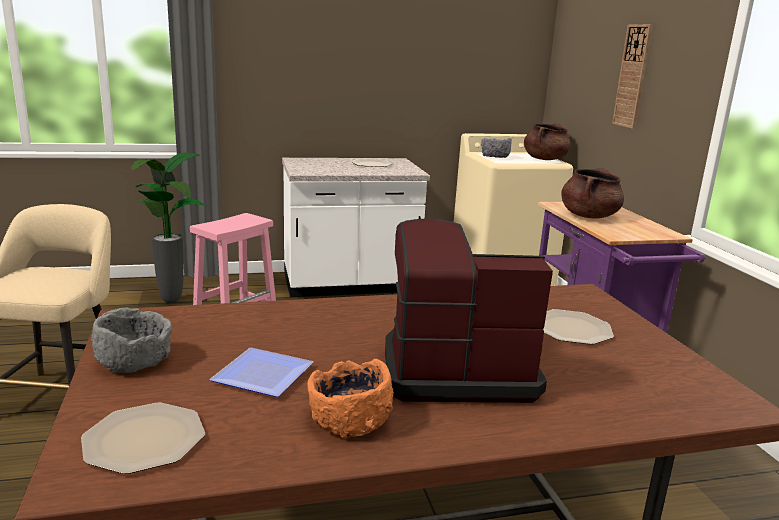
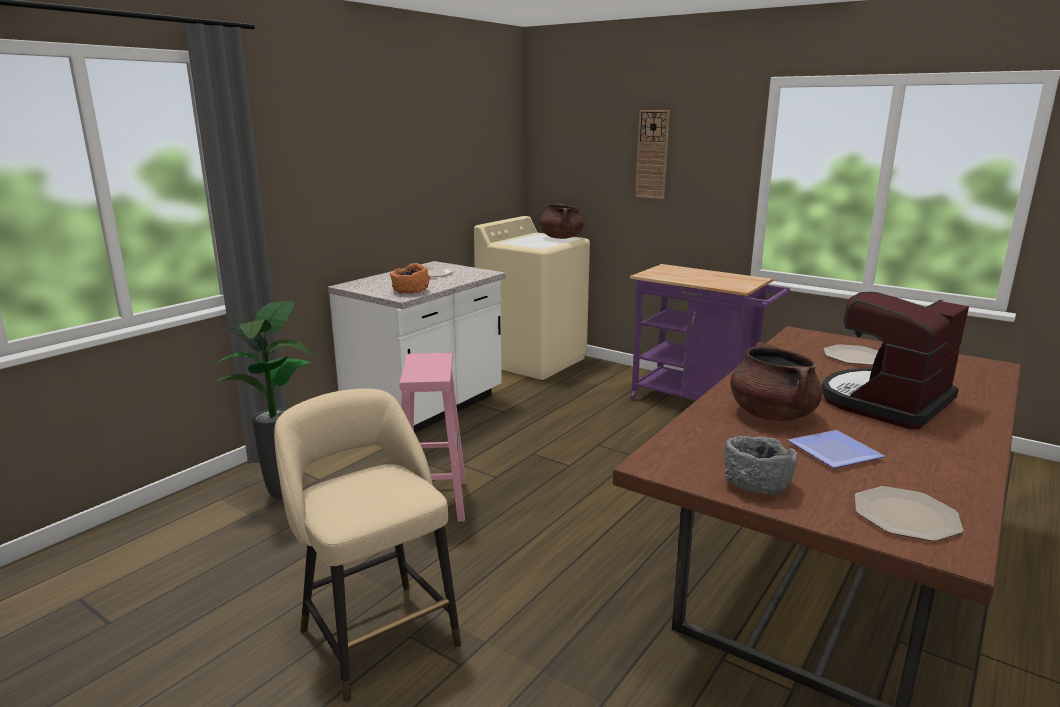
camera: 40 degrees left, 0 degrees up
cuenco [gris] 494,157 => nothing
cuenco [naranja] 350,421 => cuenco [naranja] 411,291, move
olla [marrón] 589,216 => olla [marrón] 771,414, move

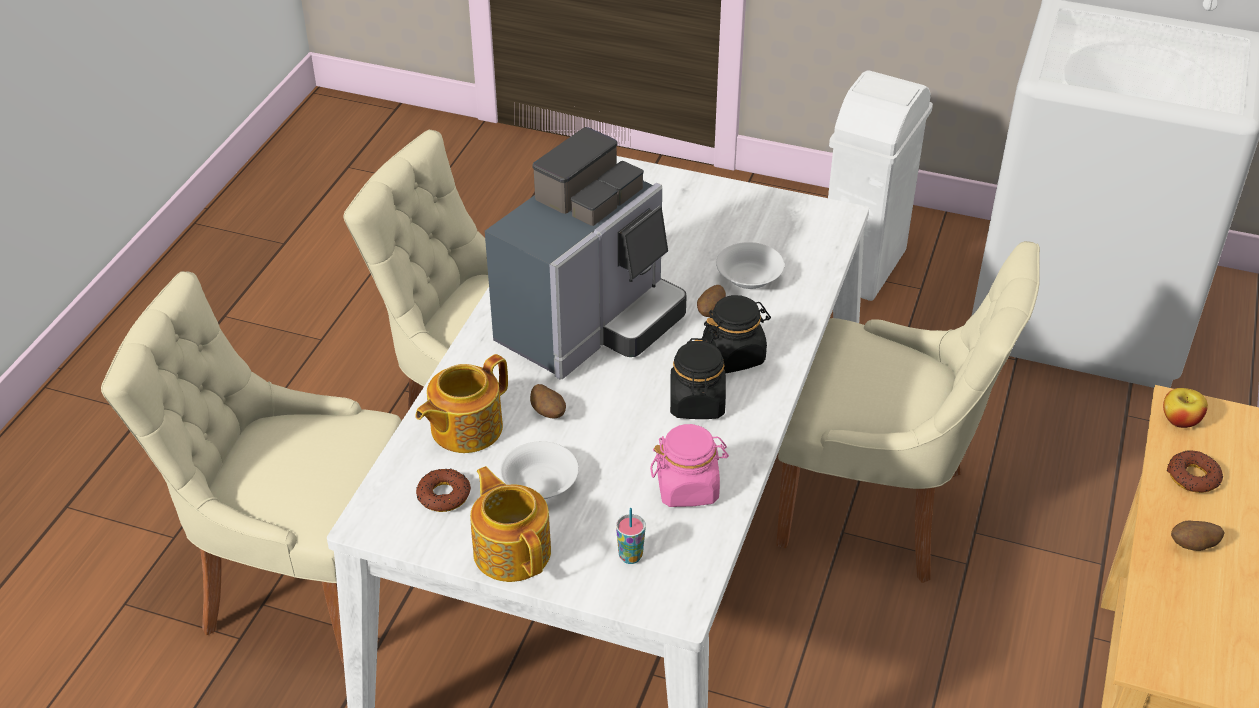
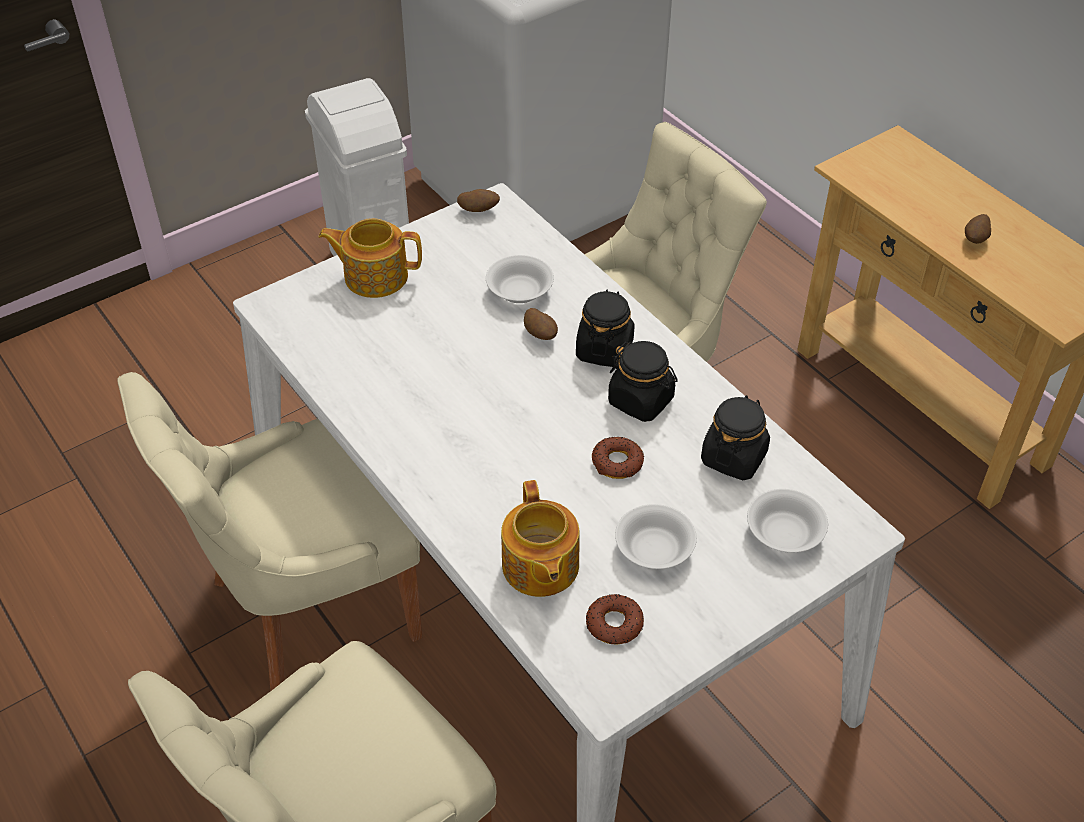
camera: 55 degrees left, 5 degrees up
cafetera 591,324 => nothing
manzana 1180,420 => nothing
tetera 512,550 => tetera 374,276, move
patata 548,413 => patata 479,210, move
rosquilla 1193,477 => rosquilla 617,463, move
taza 630,556 => cuenco [blanco] 783,532
tarro [rosa] 688,488 => tarro [negro] 733,457

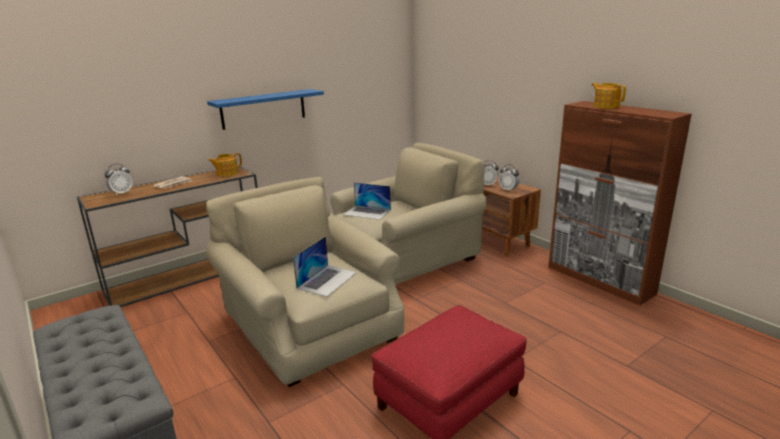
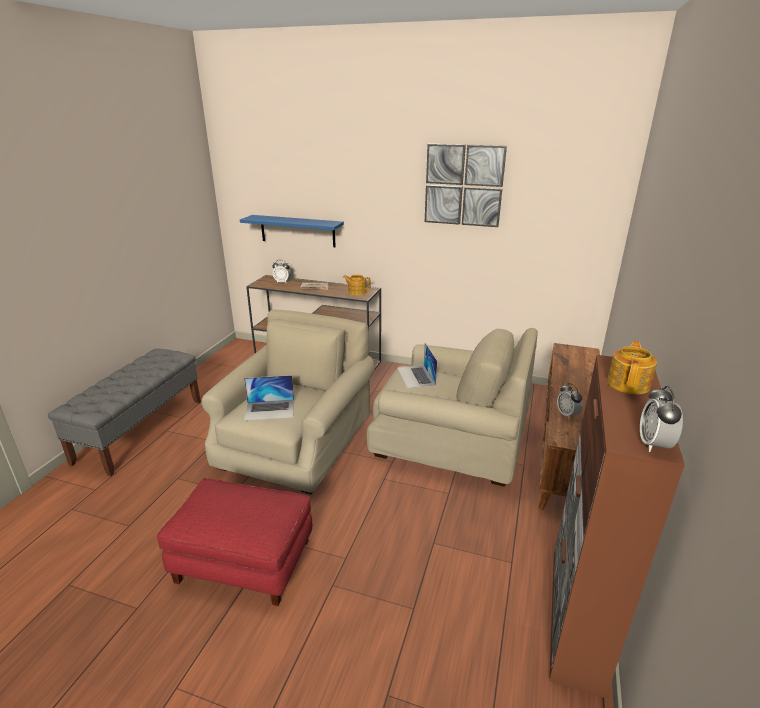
camera: 55 degrees right, 5 degrees up
nothing => cuadro 463,185
estante [azul] 263,109 => estante [azul] 297,231, move
despertador 508,190 => despertador 654,444, move

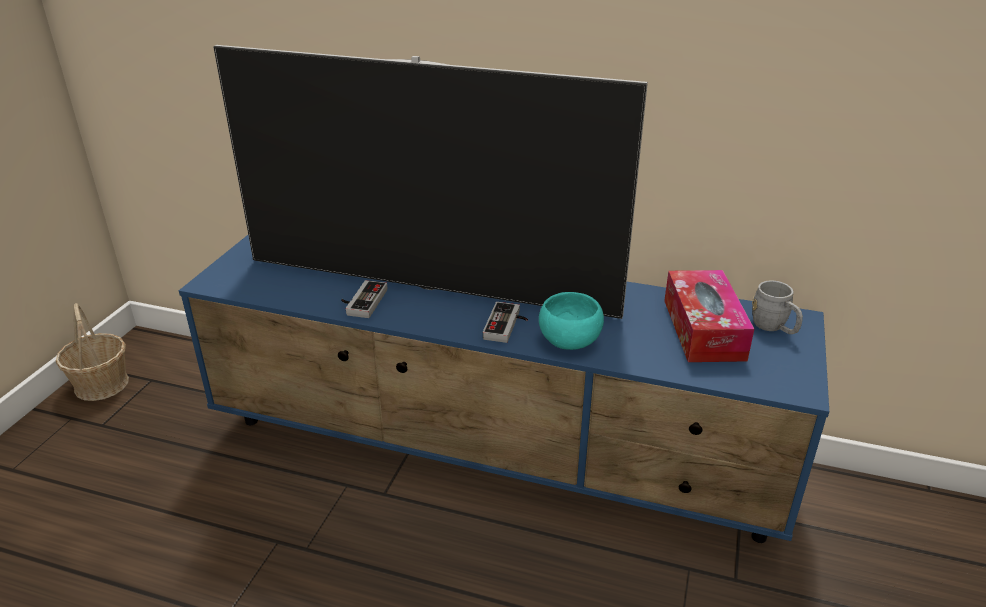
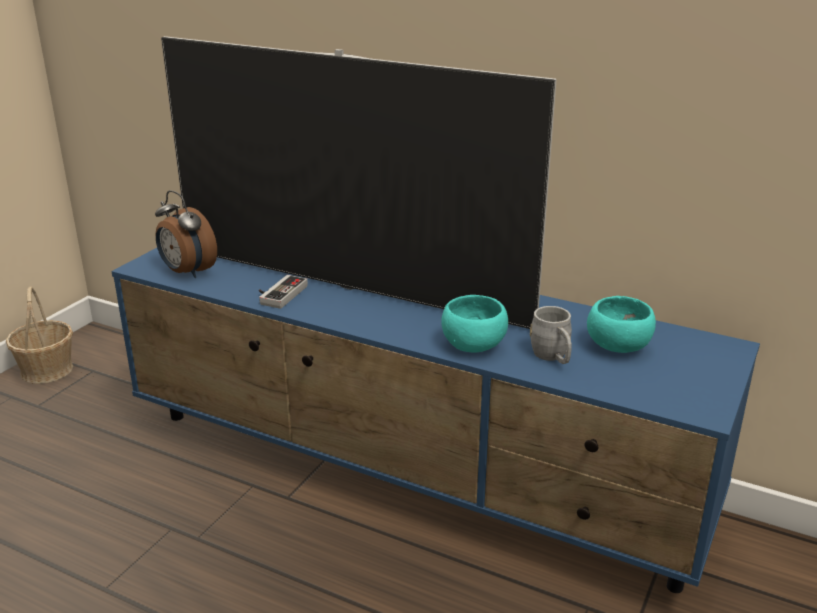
camera: 10 degrees right, 5 degrees down
mando de consola 507,326 => nothing
nothing => despertador 187,272
taza grande [gris] 774,328 => taza grande [gris] 553,357, move
caja de pañuelos 703,329 => cuenco [turquesa] 619,347

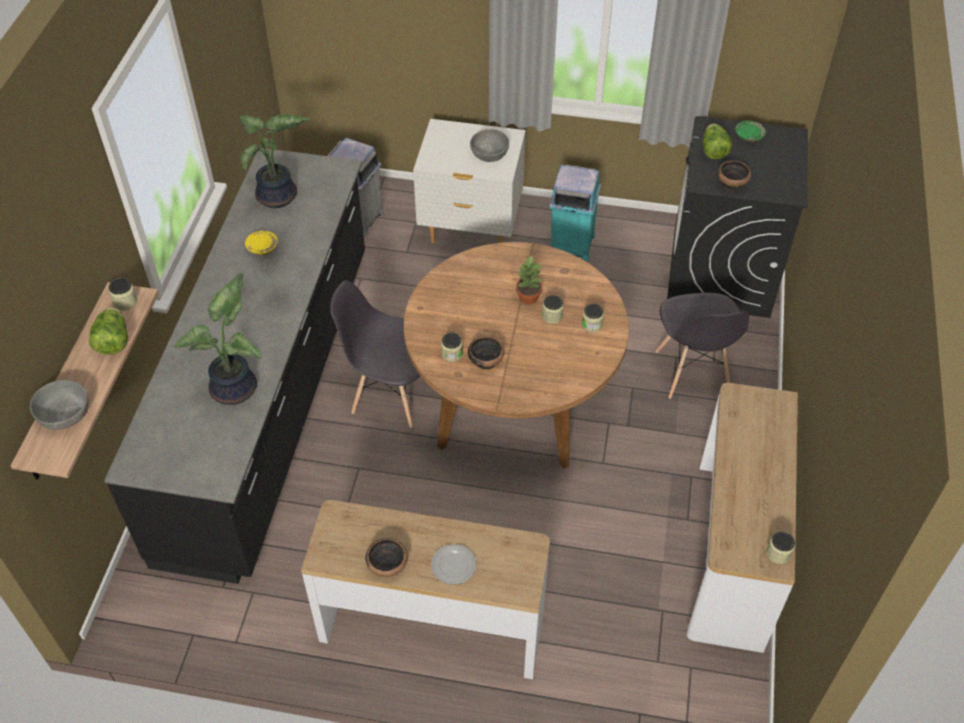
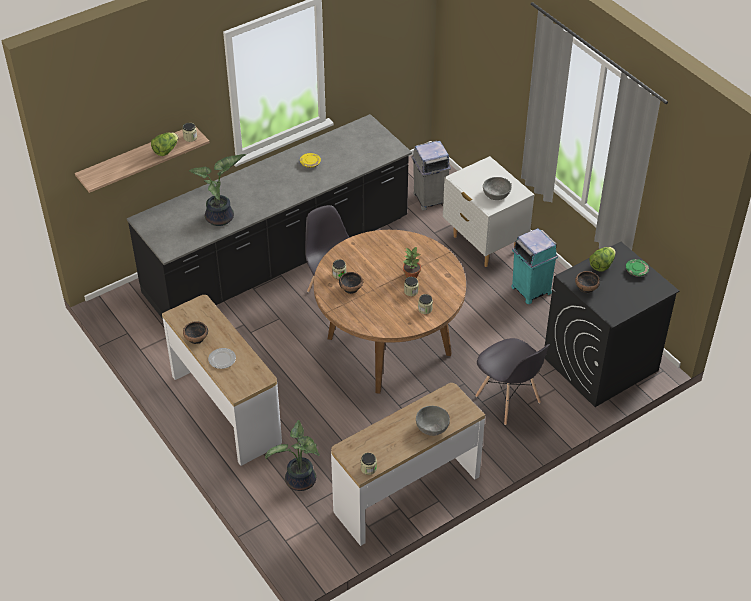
camera: 45 degrees right, 5 degrees down
cuenco [gris] 64,414 => cuenco [gris] 432,426, move
planta en maceta 278,198 => planta en maceta 300,482, move
silla [gris] 692,372 => silla [gris] 508,400, 75 degrees counterclockwise

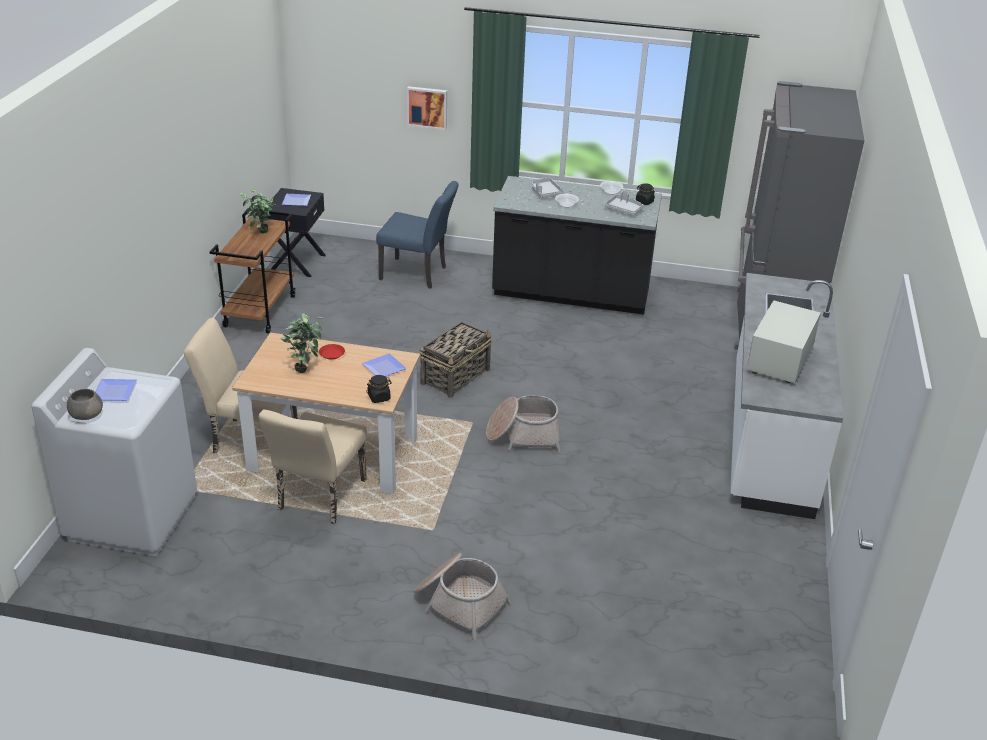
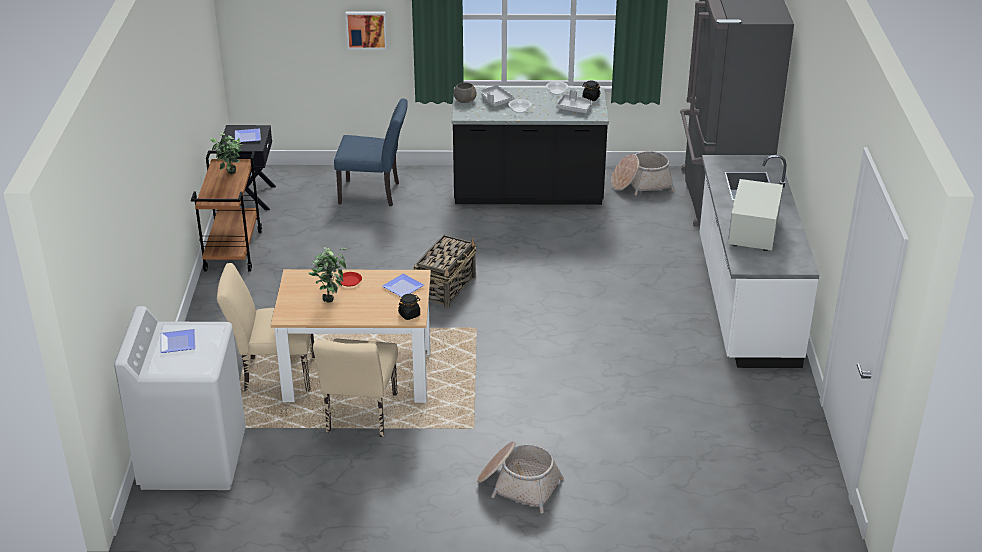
camera: 10 degrees left, 0 degrees up
cuenco [gris] 86,415 => cuenco [gris] 464,100, move
cesta 523,435 => cesta 641,184, move

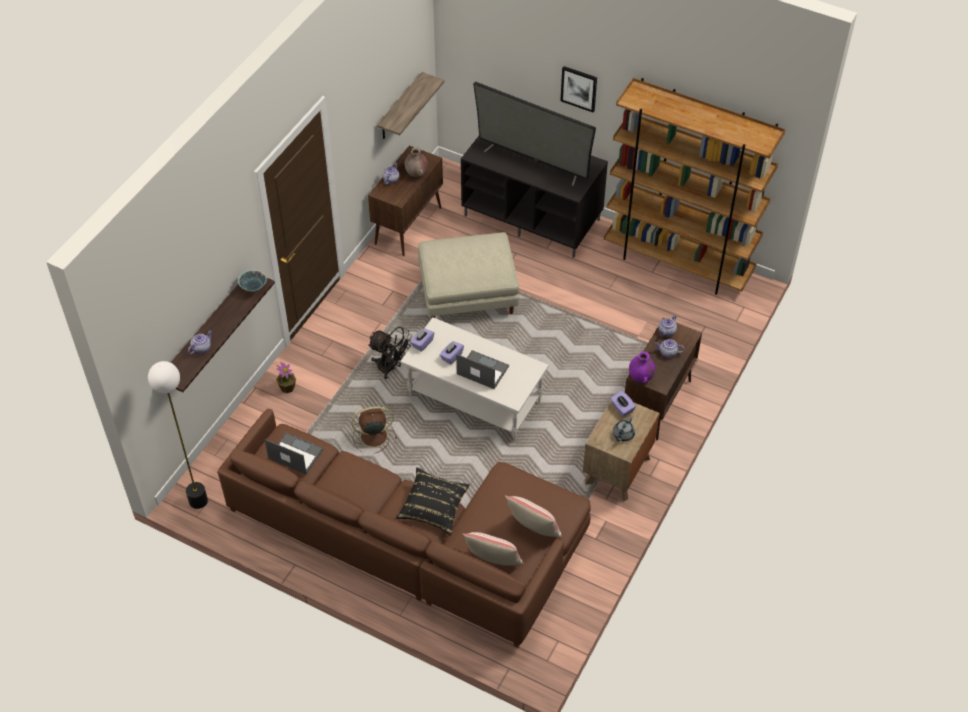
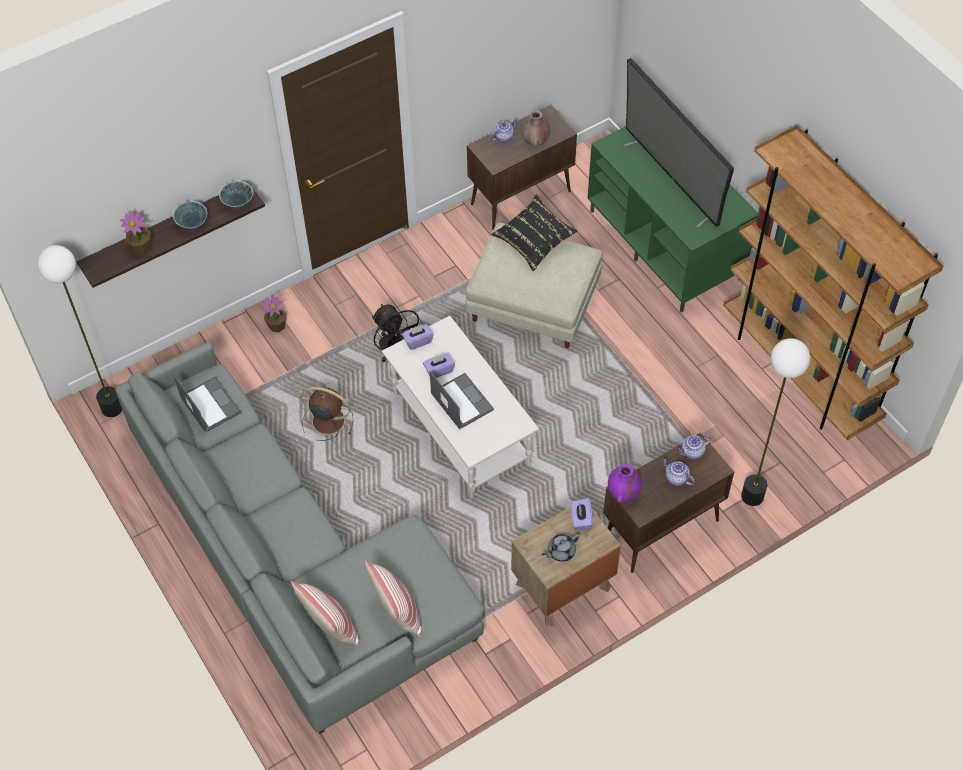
camera: 30 degrees right, 5 degrees up
estante 400,108 => nothing
cuadro 579,88 => nothing
nothing => cuenco 192,223
nothing => lámpara de pie 752,496
cojín [negro] 433,508 => cojín [negro] 534,241, move
tetera 202,348 => planta en maceta 141,247
sofá [marrón] 416,542 => sofá [gris] 294,560
mueble de televisión [negro] 533,217 => mueble de televisión [verde] 666,245

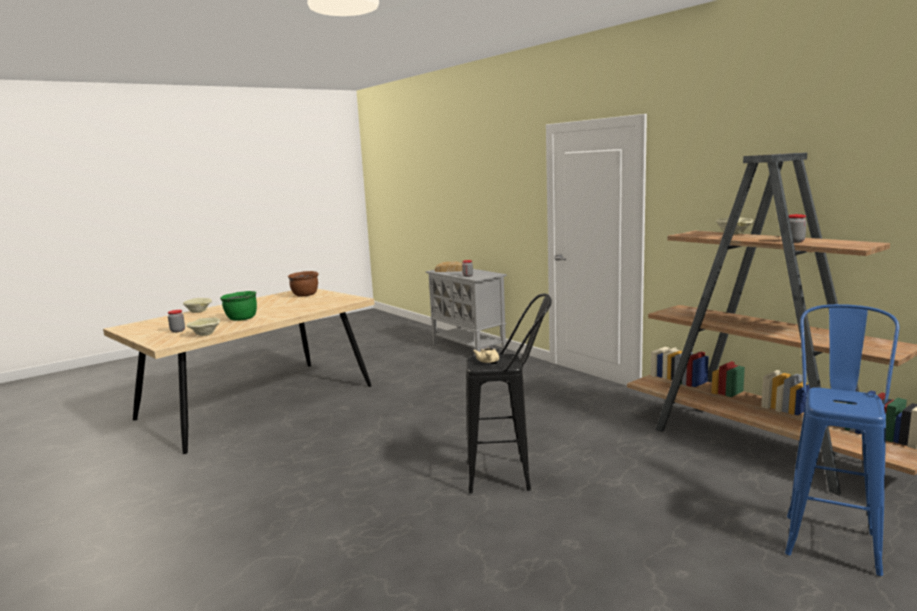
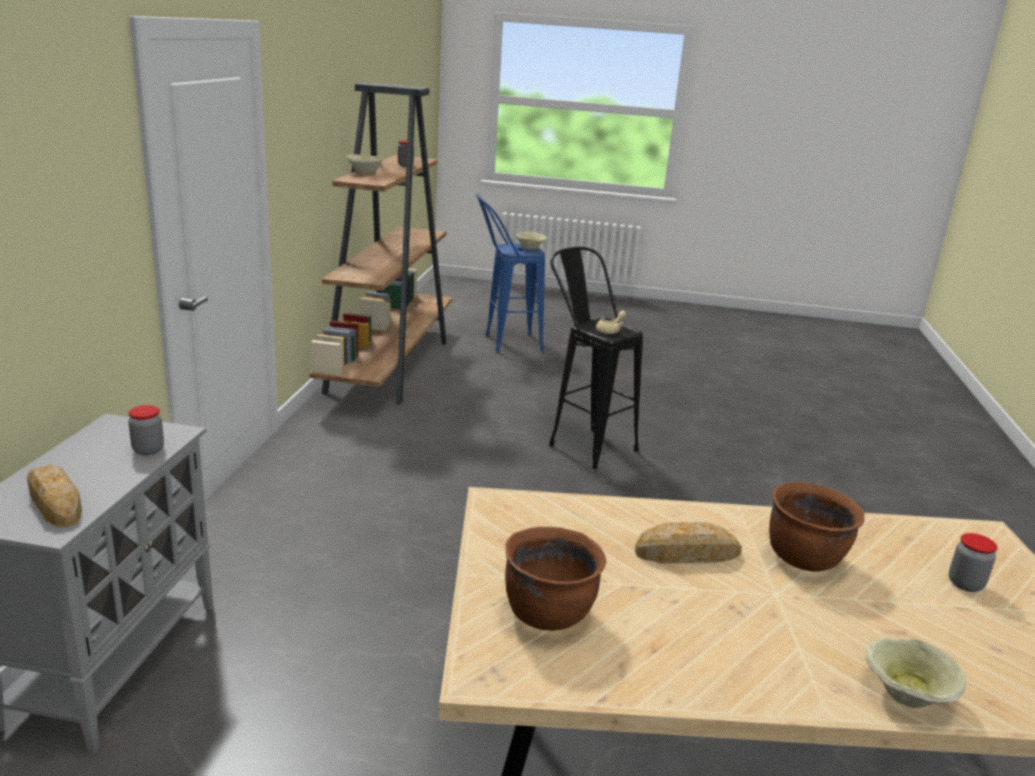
camera: 135 degrees left, 10 degrees up
nothing => pan 687,553
cuenco [beis] 204,334 => cuenco [beis] 530,248, move
olla [verde] 241,319 => olla [marrón] 805,558

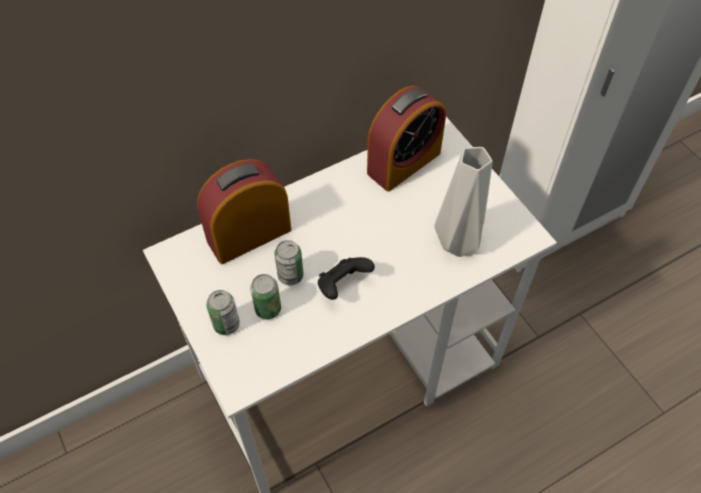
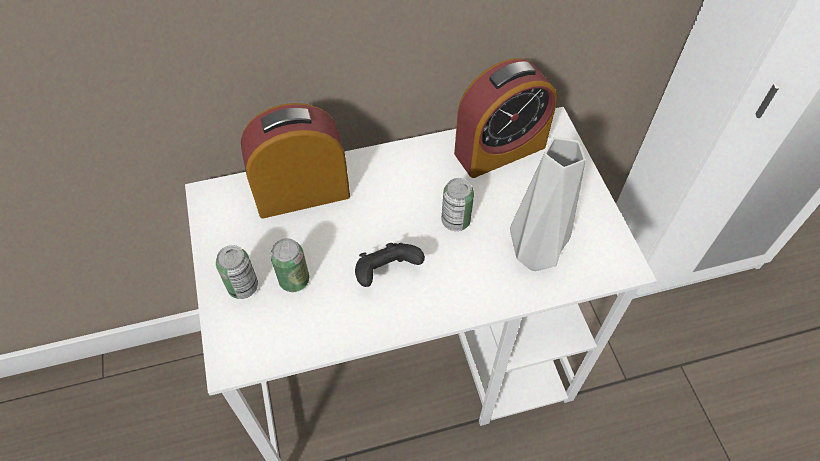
camera: 15 degrees right, 0 degrees up
lata 290,276 => lata 455,221, move

